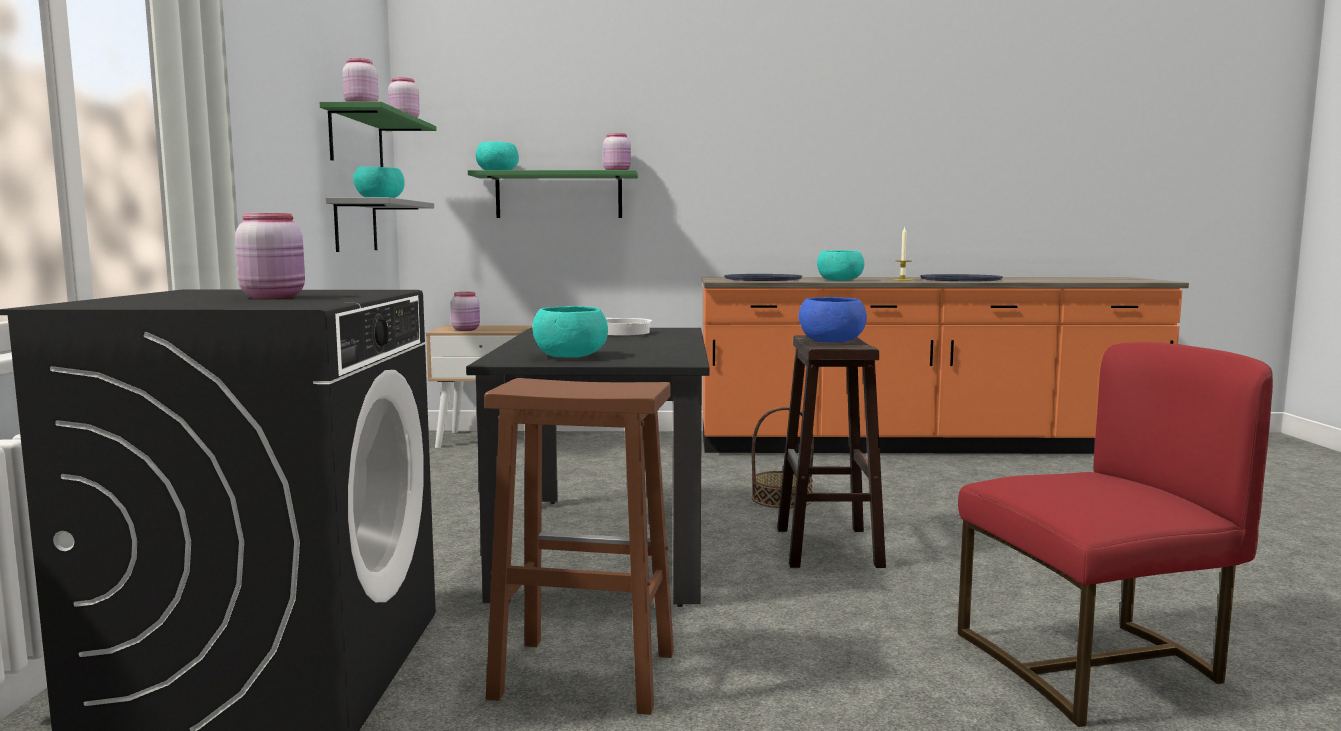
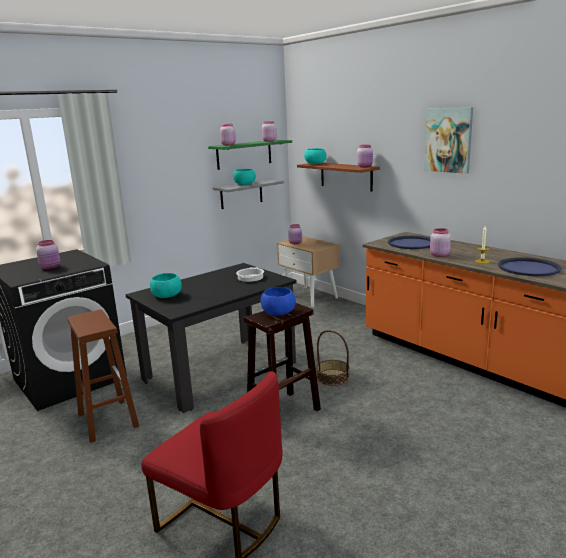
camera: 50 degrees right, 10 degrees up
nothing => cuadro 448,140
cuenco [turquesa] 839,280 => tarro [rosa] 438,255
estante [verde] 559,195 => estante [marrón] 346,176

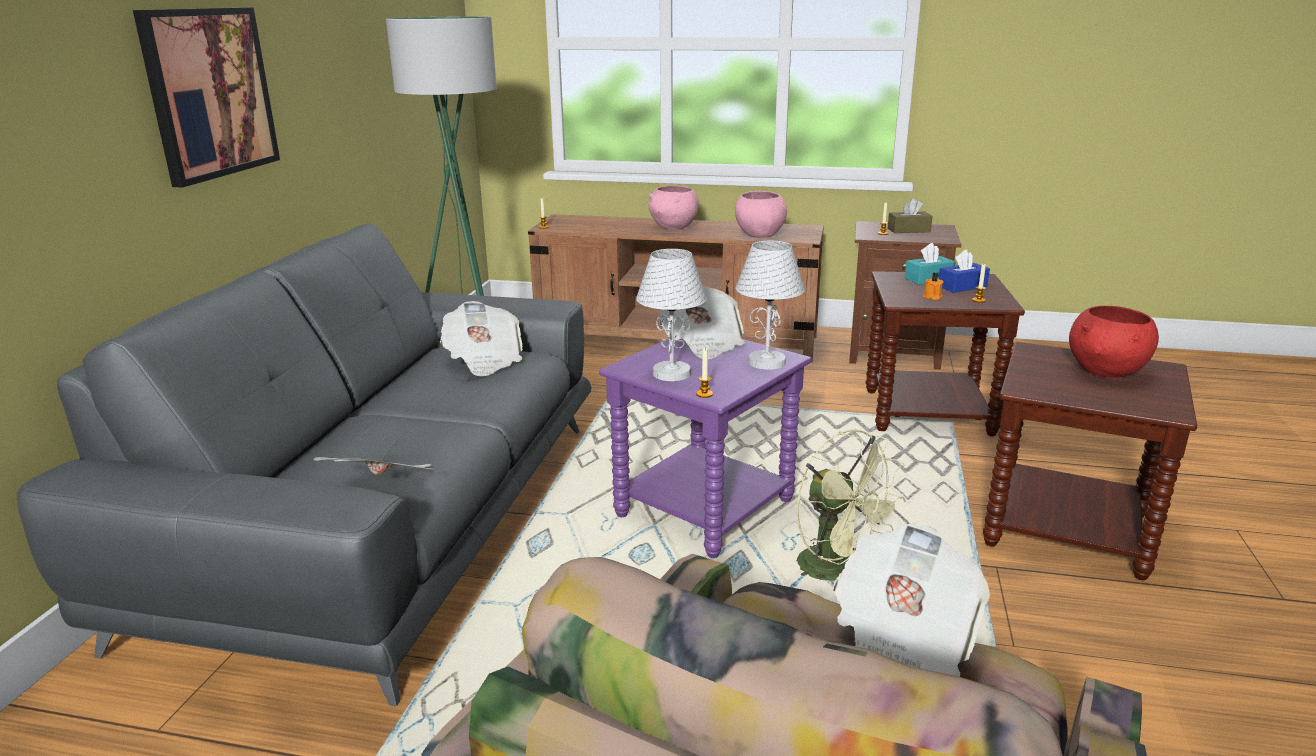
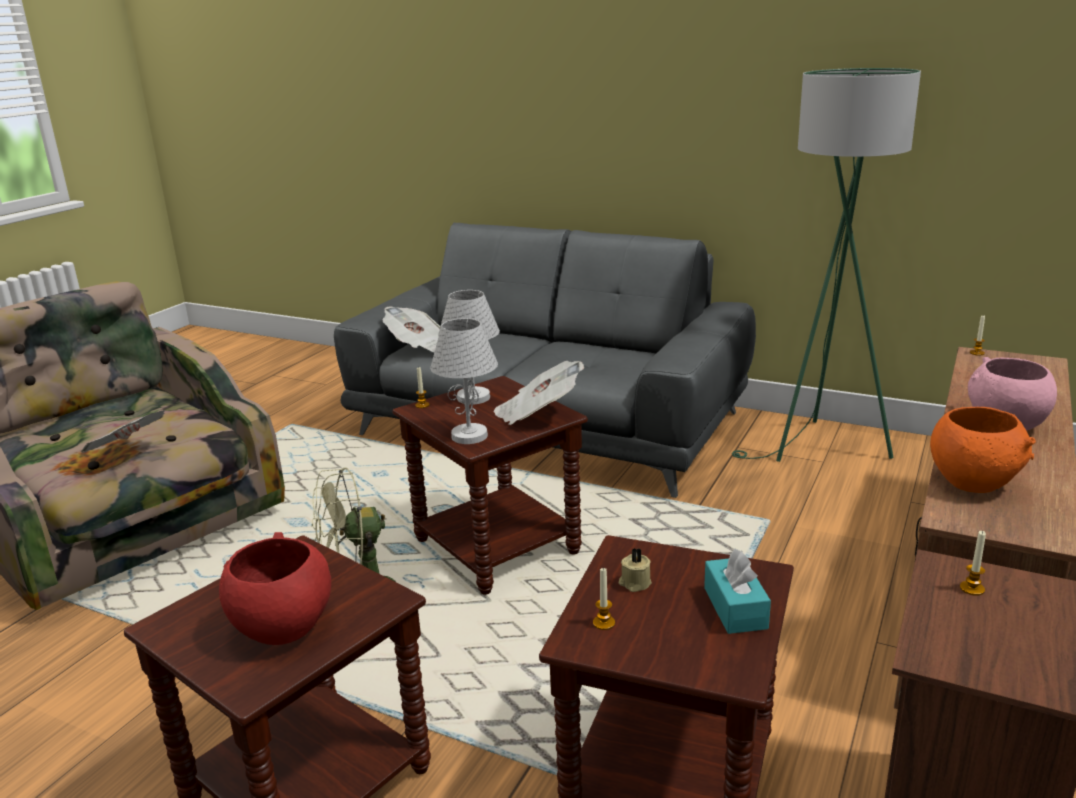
camera: 105 degrees right, 0 degrees up
cuadro 209,93 => nothing
periódico 484,360 => nothing
caja de pañuelos [marrón] 908,230 => nothing
caja de pañuelos [azul] 962,286 => nothing
mesa auxiliar [morado] 704,507 => mesa auxiliar [marrón] 498,547
cuenco [rosa] 759,234 => cuenco [naranja] 973,482
vela [naranja] 932,297 => vela [beis] 634,583

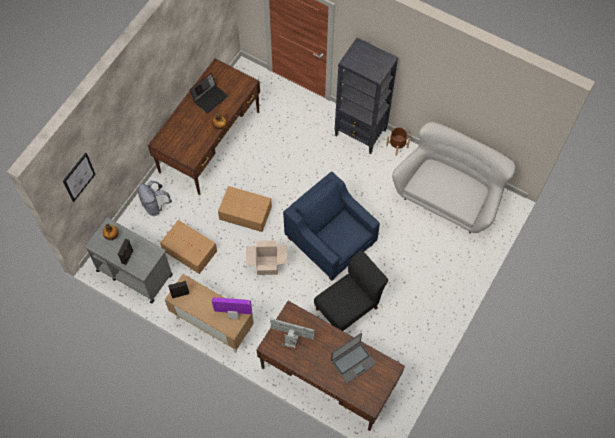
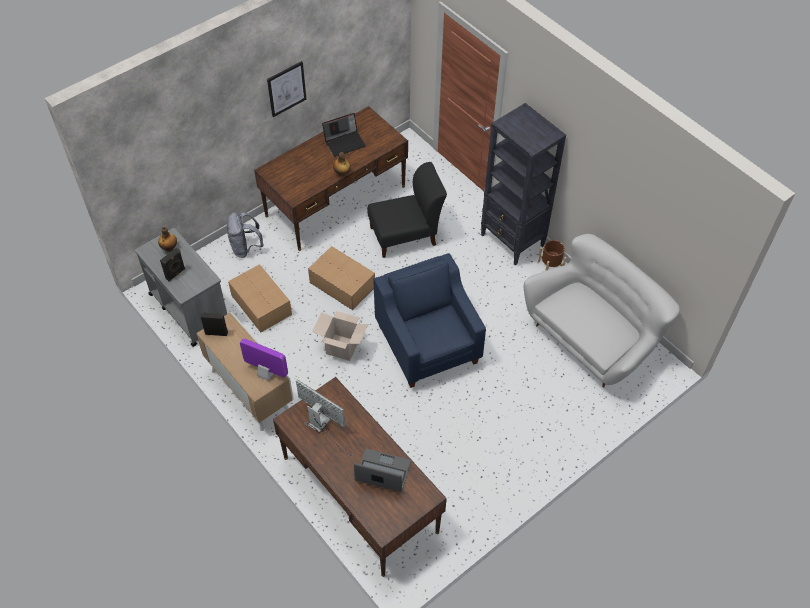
camera: 20 degrees right, 10 degrees down
cuadro 78,177 => cuadro 286,89, move
silla [negro] 349,307 => silla [negro] 406,235, move
portátil 353,362 => portátil 382,472, 150 degrees counterclockwise

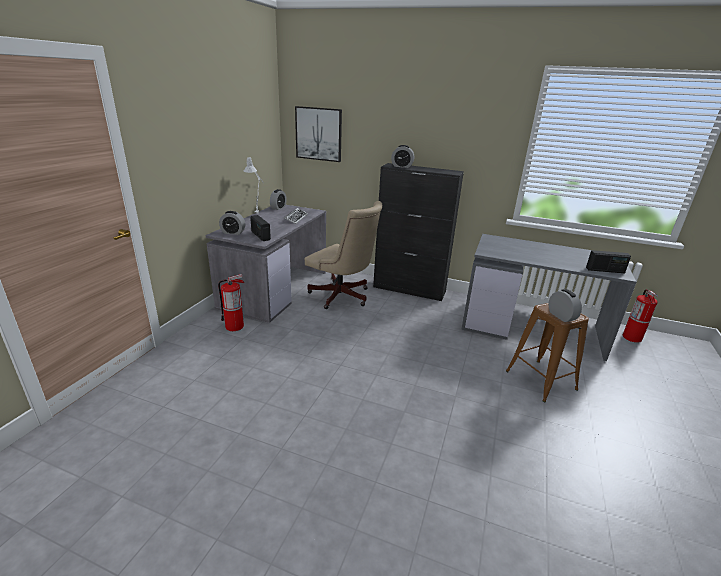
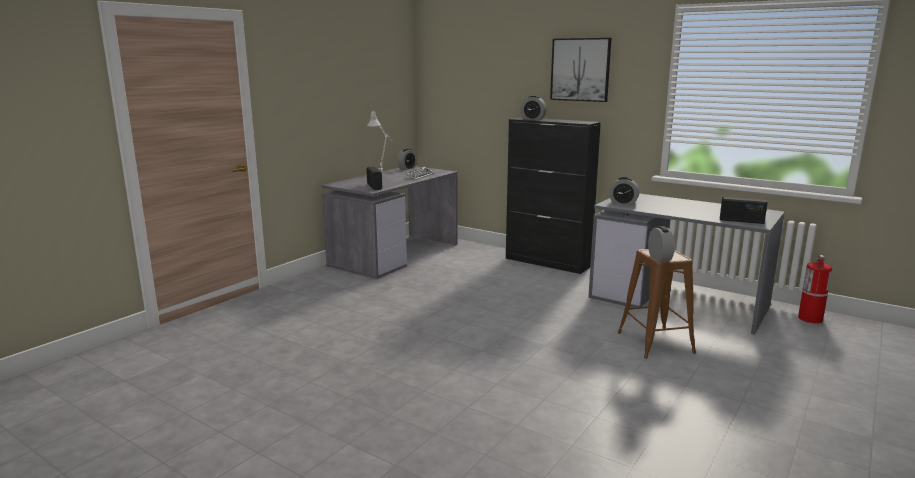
camera: 15 degrees right, 10 degrees down
extintor 235,326 => nothing
silla de oficina [beis] 342,297 => nothing
despertador 233,233 => despertador 623,203, move
cuadro 319,134 => cuadro 580,69, move

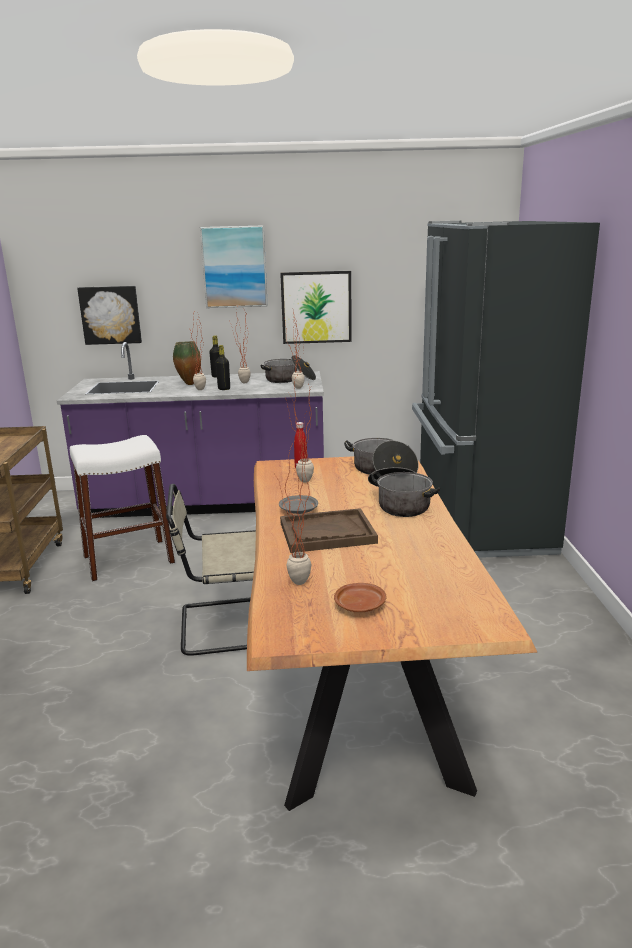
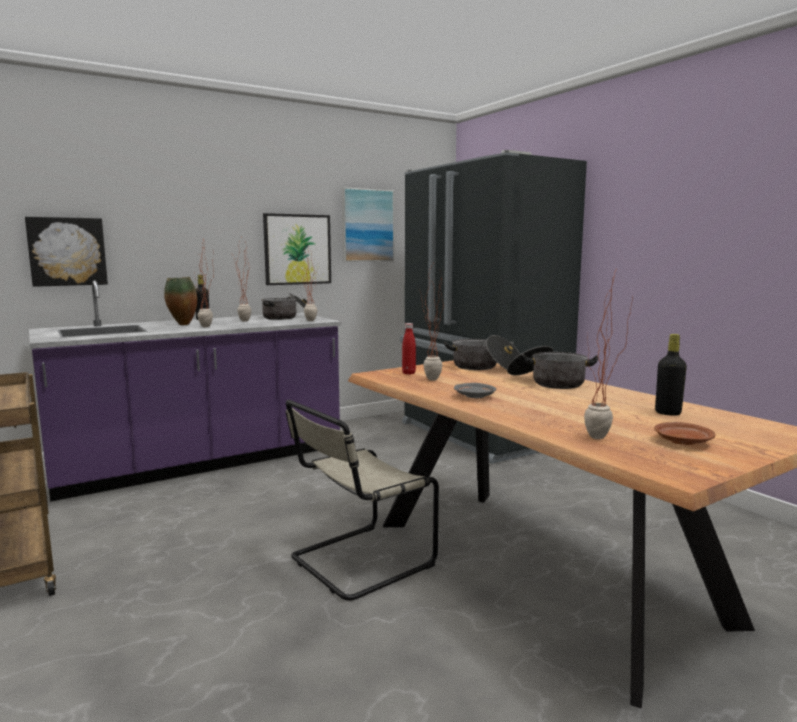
camera: 30 degrees left, 10 degrees down
taburete [blanco] 129,559 => nothing
bandeja [marrón] 327,533 => nothing
cuadro 234,267 => cuadro 367,225, move
botella [negro] 224,389 => botella [negro] 668,413, move

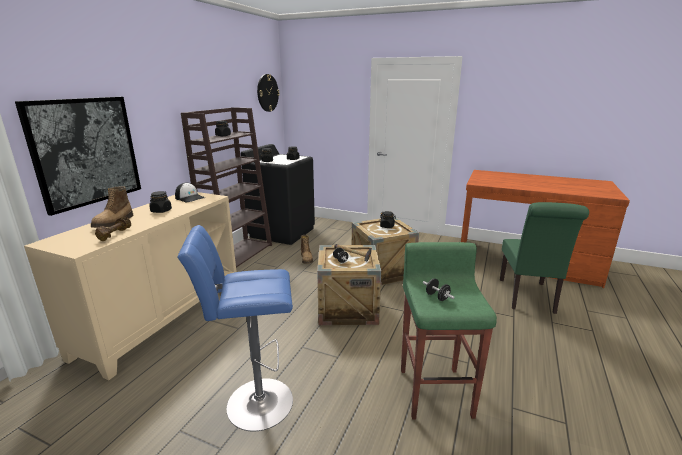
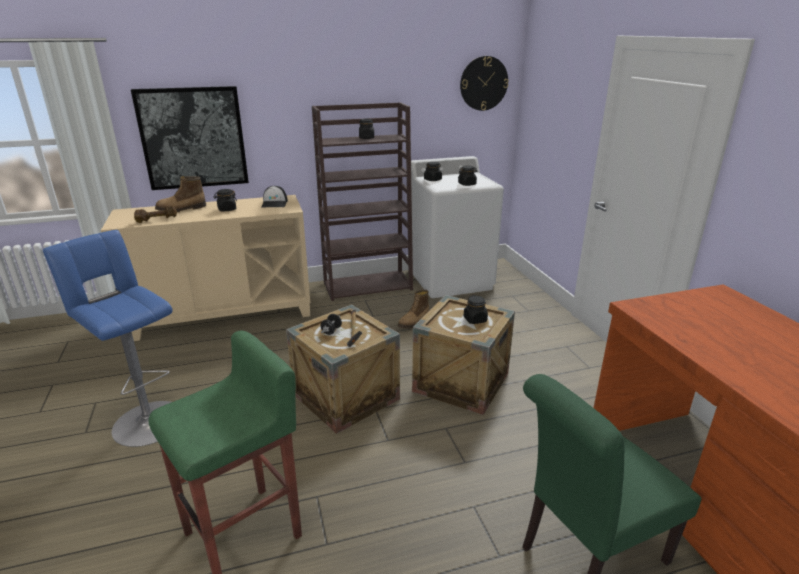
camera: 50 degrees right, 5 degrees up
mancuerna [negro] 437,297 => nothing
lavadora [negro] 282,232 => lavadora [blanco] 450,279

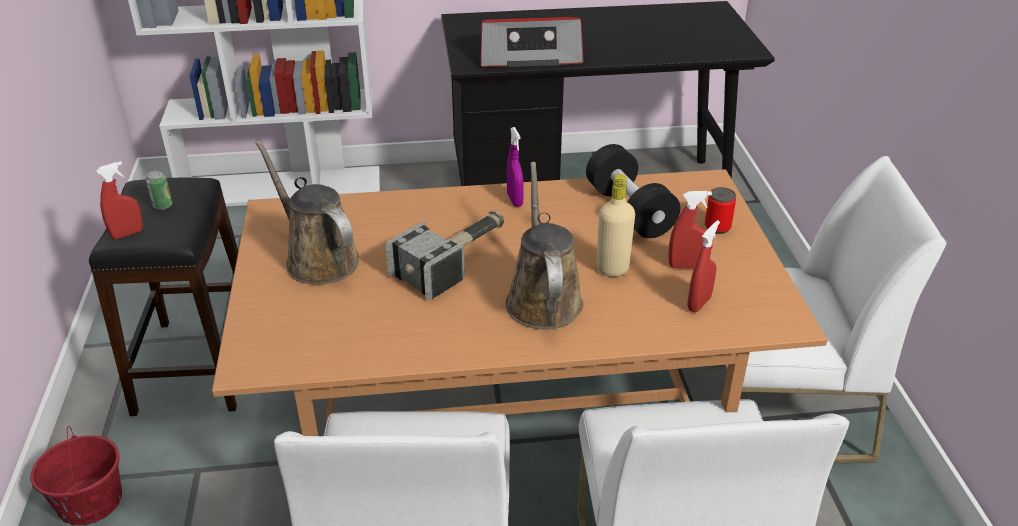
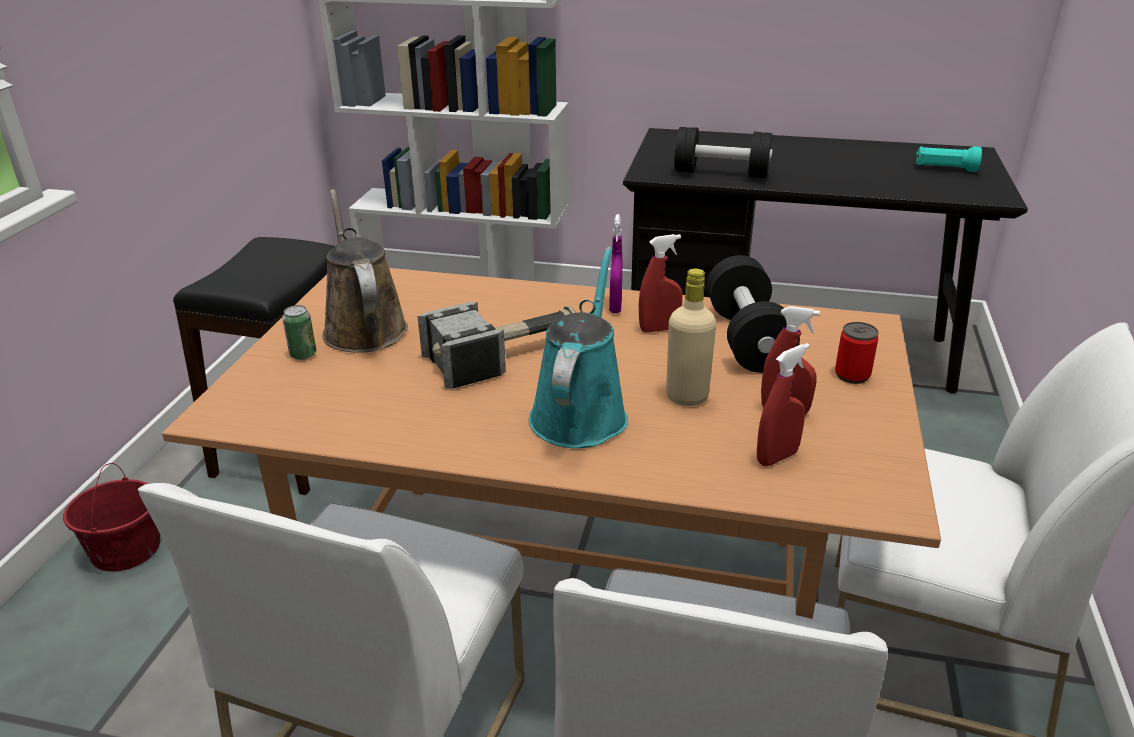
camera: 20 degrees right, 5 degrees down
nothing => linterna [turquesa] 945,169
pulverizador [rojo] 127,234 => pulverizador [rojo] 659,329, move
lata 163,206 => lata 303,354, move
radio 530,56 => mancuerna [negro] 721,173
regadera [marrón] 542,298 => regadera [turquesa] 580,412

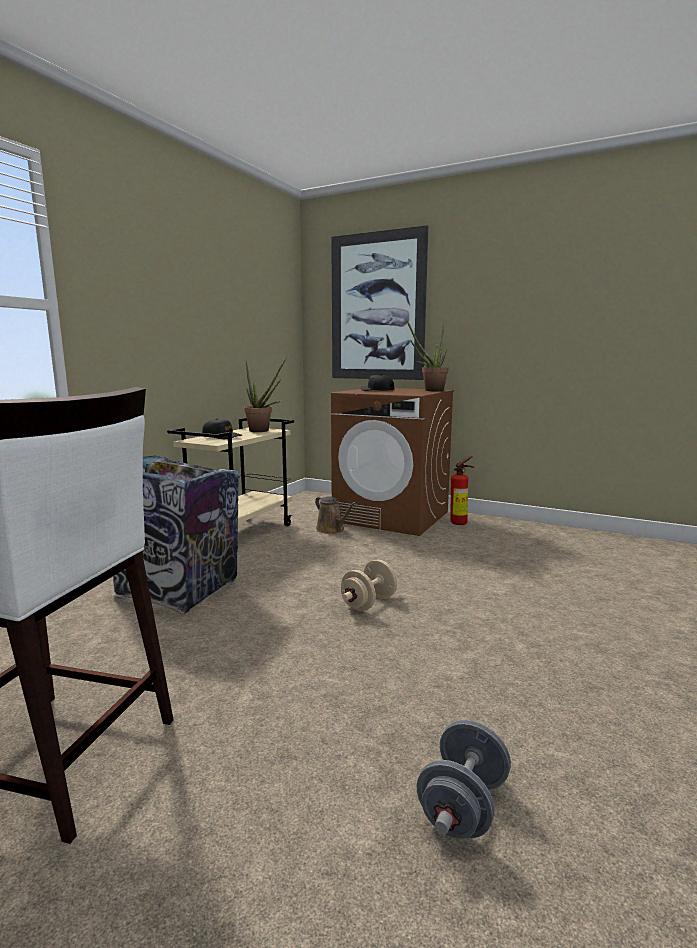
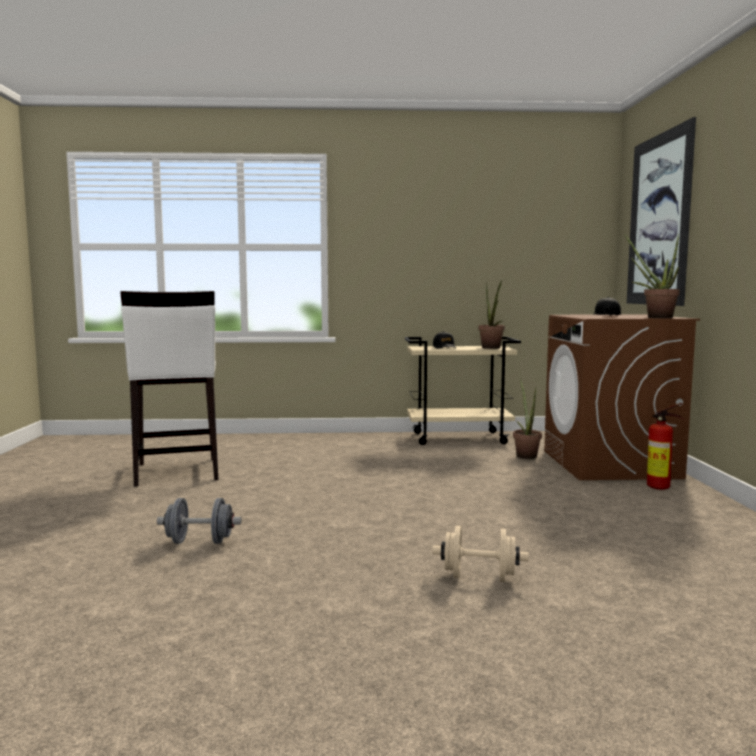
camera: 60 degrees right, 5 degrees down
papelera 180,590 => nothing
mancuerna [beis] 369,603 => mancuerna [beis] 479,577, move
regadera [marrón] 332,529 => planta en maceta 525,455

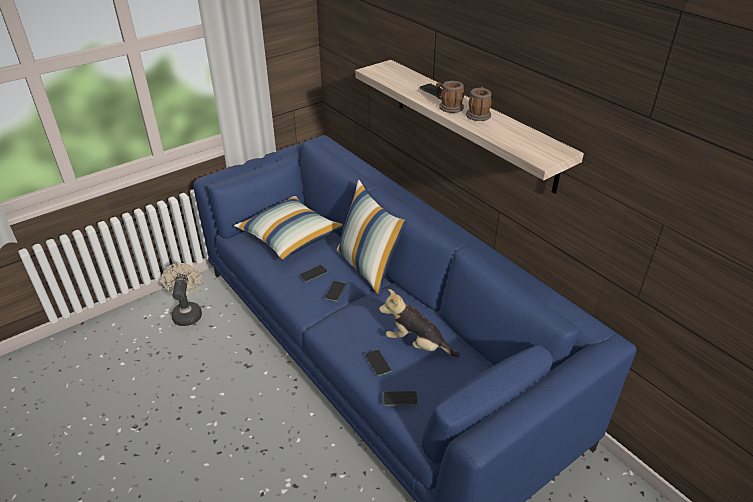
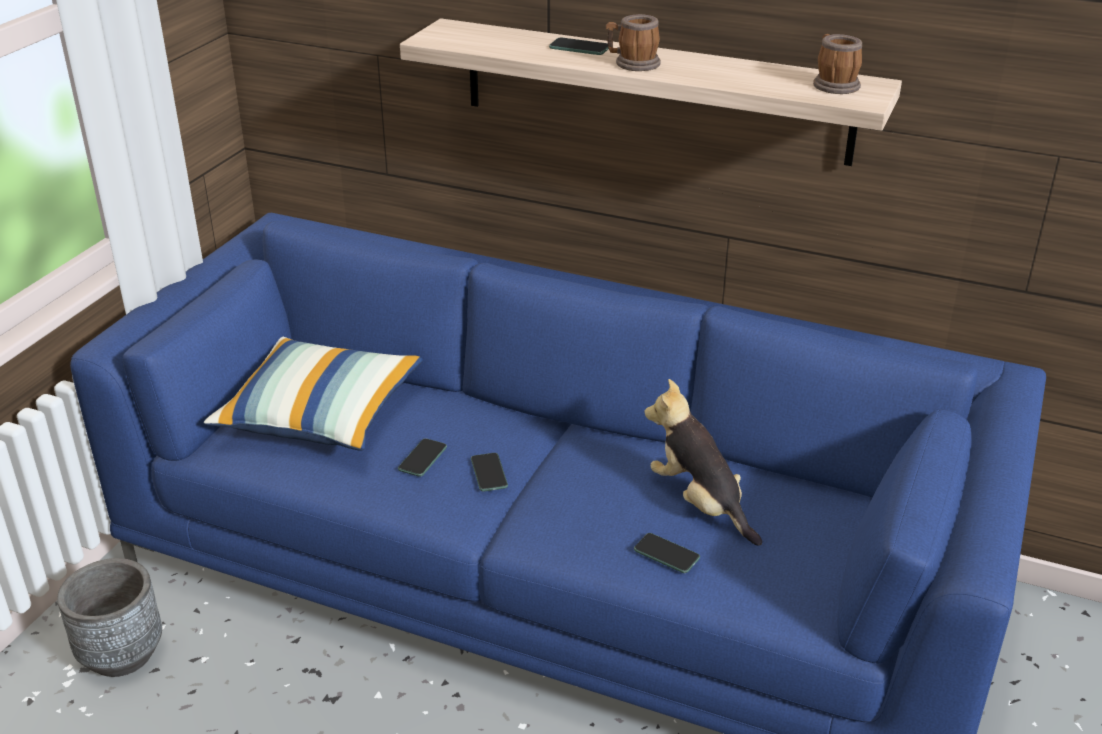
camera: 30 degrees left, 5 degrees down
cojín 369,267 => nothing
móvil 400,399 => nothing
taza grande 478,114 => taza grande 833,84, move
ventilador [beis] 187,312 => maceta [gris] 121,655
peluche 417,344 => peluche 700,503, 60 degrees clockwise

